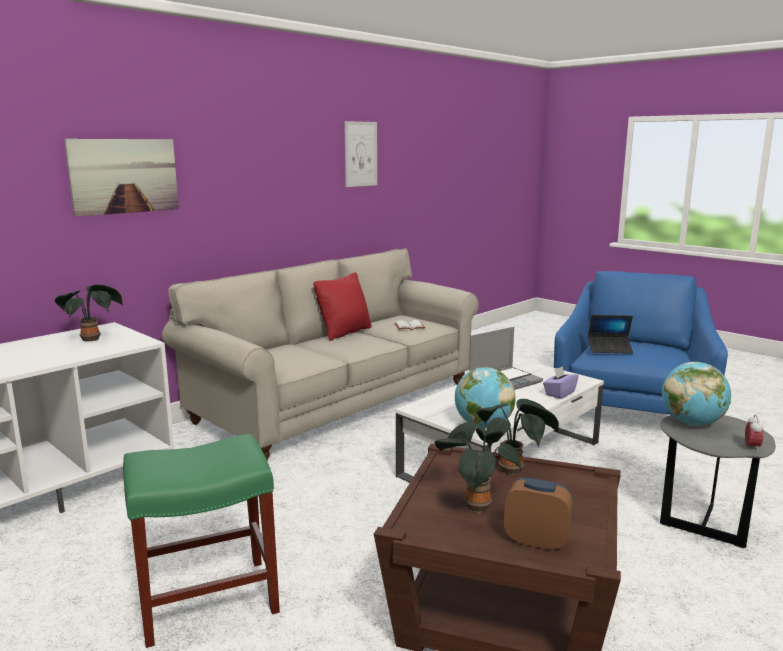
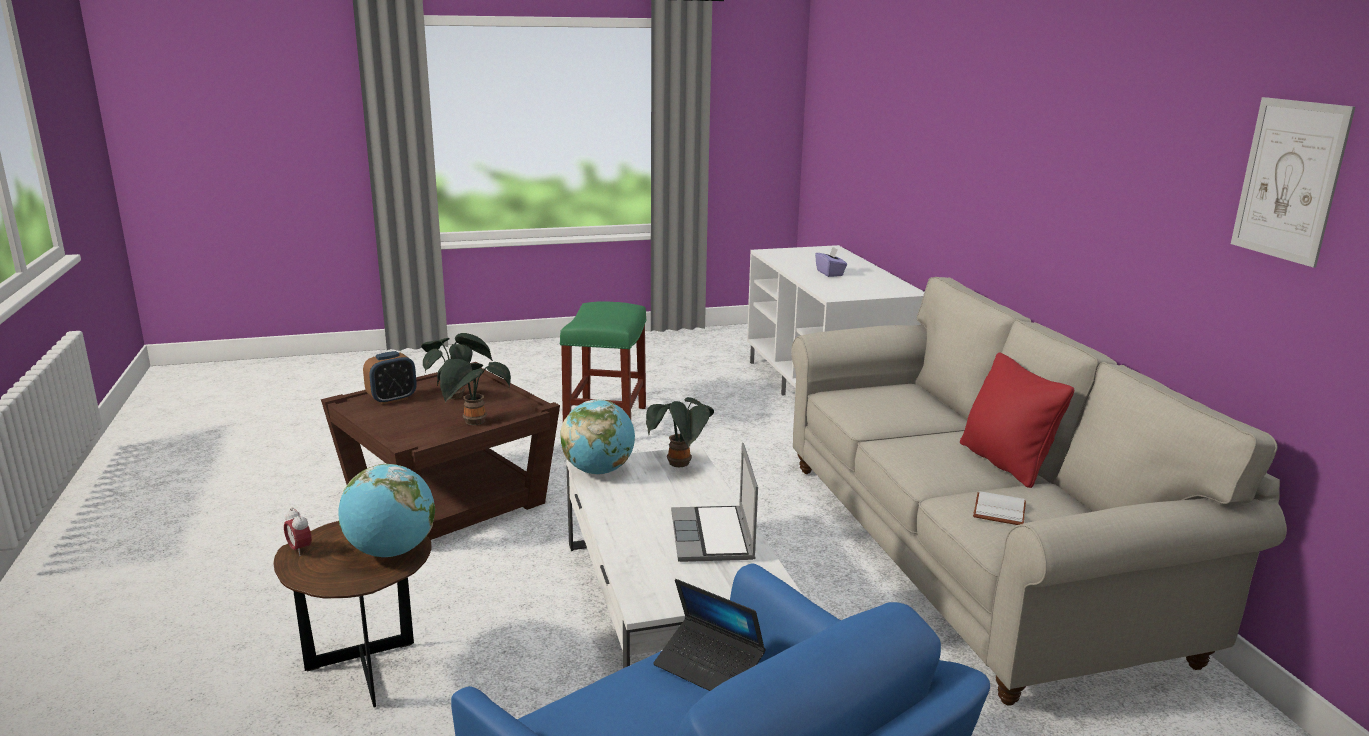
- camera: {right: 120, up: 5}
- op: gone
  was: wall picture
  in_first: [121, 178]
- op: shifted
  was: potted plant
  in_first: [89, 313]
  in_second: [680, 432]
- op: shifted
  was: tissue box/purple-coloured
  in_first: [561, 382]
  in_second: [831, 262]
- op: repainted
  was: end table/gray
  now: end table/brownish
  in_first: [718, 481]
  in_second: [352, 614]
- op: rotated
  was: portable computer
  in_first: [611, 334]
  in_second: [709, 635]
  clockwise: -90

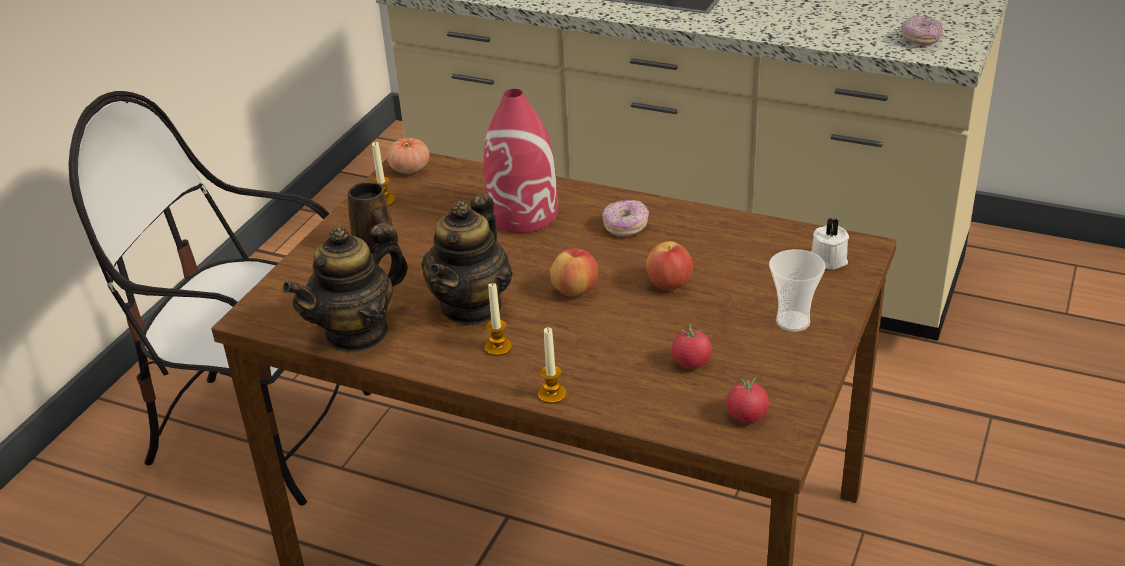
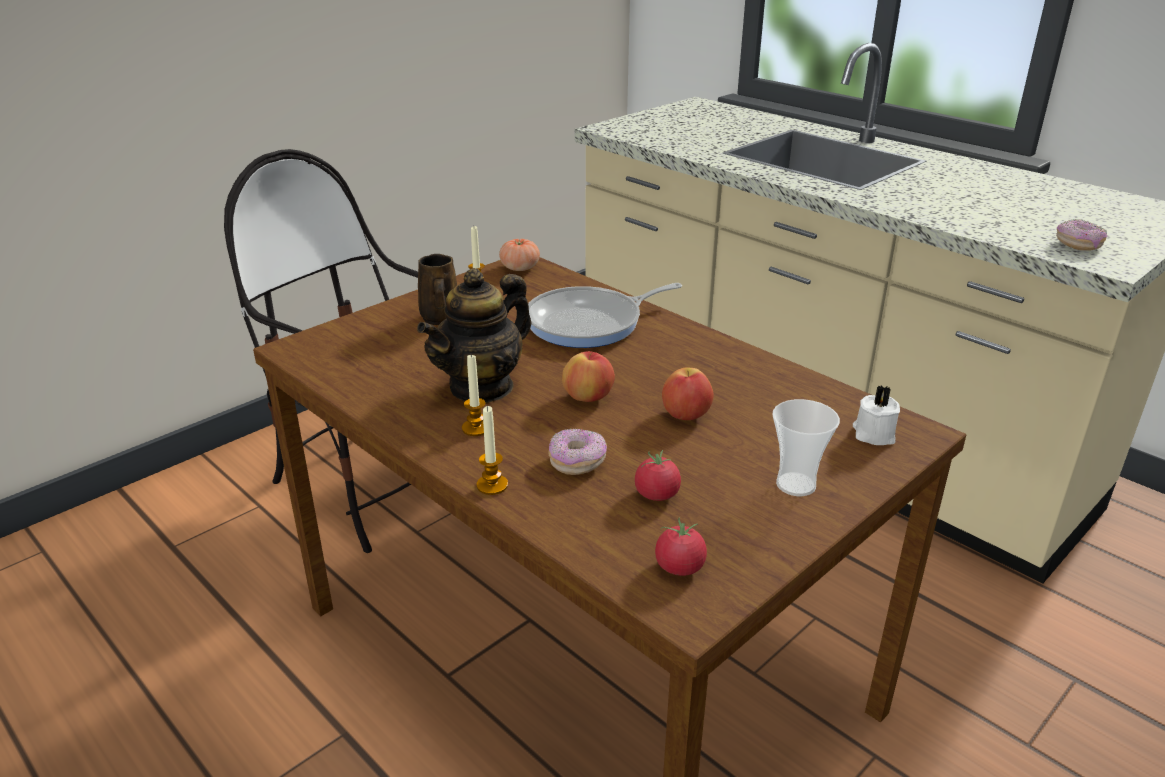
- camera: {right: 20, up: -5}
- op: gone
  was: teapot
  in_first: [345, 288]
- op: shifted
  was: ring doughnut
  in_first: [625, 218]
  in_second: [577, 452]
- op: swapped
  was: decorative vase/red-coloured
  now: skillet
  in_first: [520, 161]
  in_second: [605, 315]

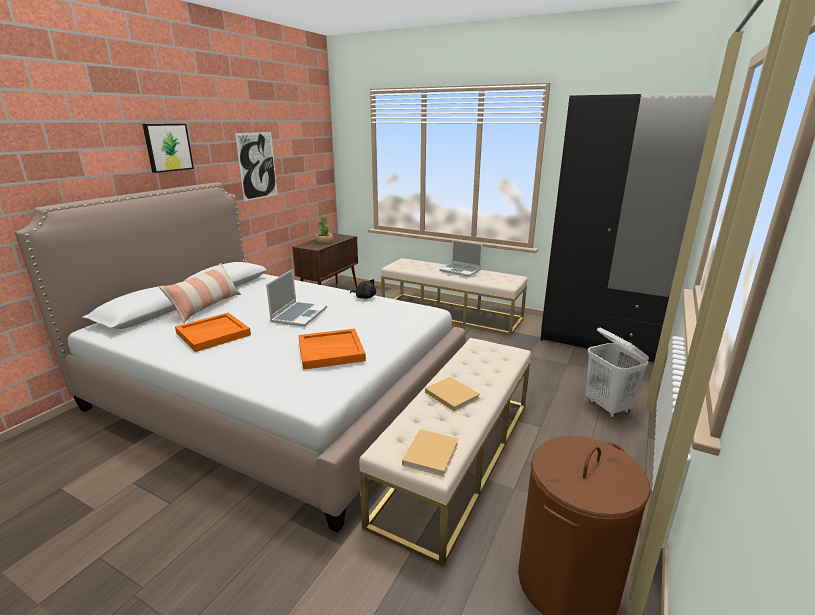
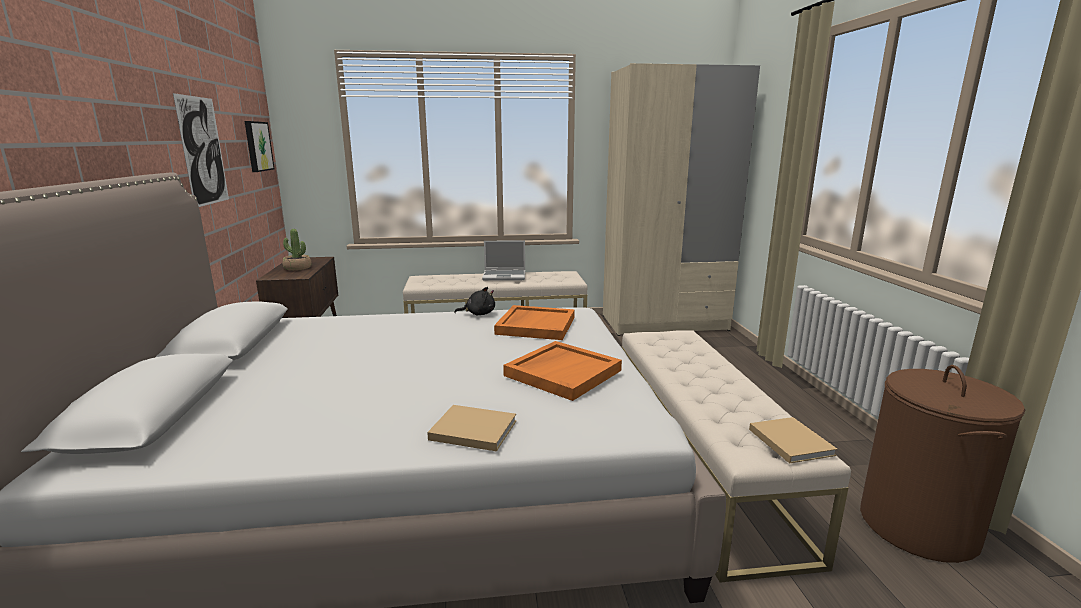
- camera: {right: -35, up: -5}
- op: gone
  was: pillow
  in_first: [200, 293]
- op: gone
  was: portable computer
  in_first: [296, 298]
- op: gone
  was: laundry basket/whitish
  in_first: [617, 373]
- op: shifted
  was: wall picture
  in_first: [168, 148]
  in_second: [259, 146]
- op: shifted
  was: carrying tray/orangey
  in_first: [213, 332]
  in_second: [534, 322]
- op: shifted
  was: bound book/sand-coloured
  in_first: [452, 394]
  in_second: [471, 428]
- op: repainted
  was: wardrobe/blackish
  now: wardrobe/sand-coloured
  in_first: [628, 227]
  in_second: [681, 199]

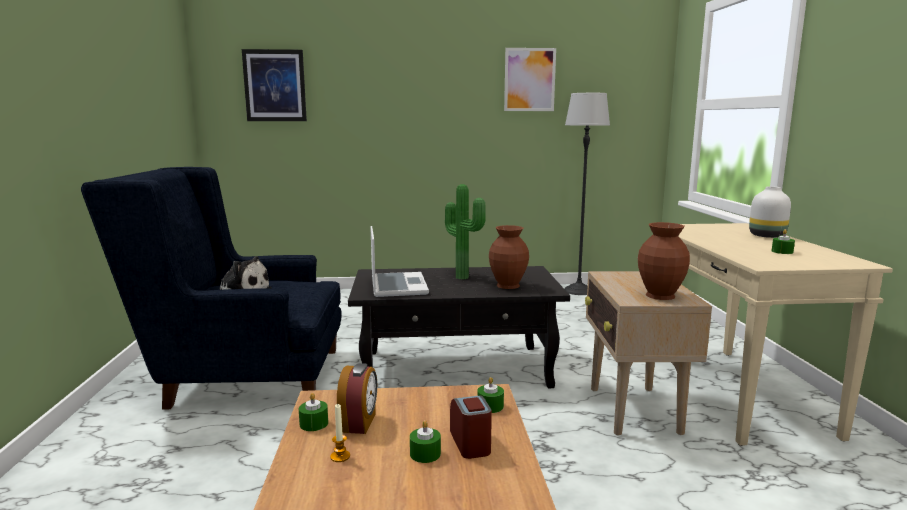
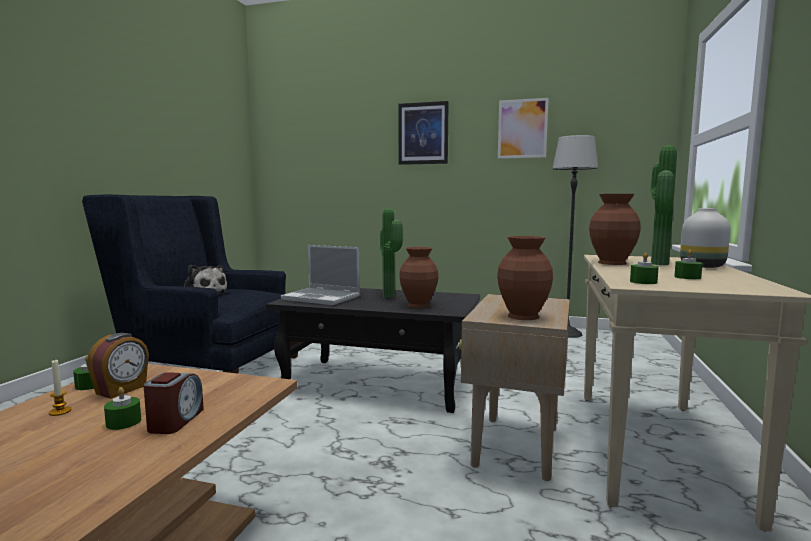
- camera: {right: 20, up: -5}
- op: new
  now: decorative vase/brownish
  in_second: [615, 229]
- op: new
  now: potted plant
  in_second: [664, 205]
- op: shifted
  was: wall picture
  in_first: [274, 85]
  in_second: [423, 133]
- op: shifted
  was: wax light/greenish
  in_first: [490, 395]
  in_second: [644, 268]
- op: rotated
  was: portable computer
  in_first: [399, 261]
  in_second: [320, 275]
  clockwise: 105

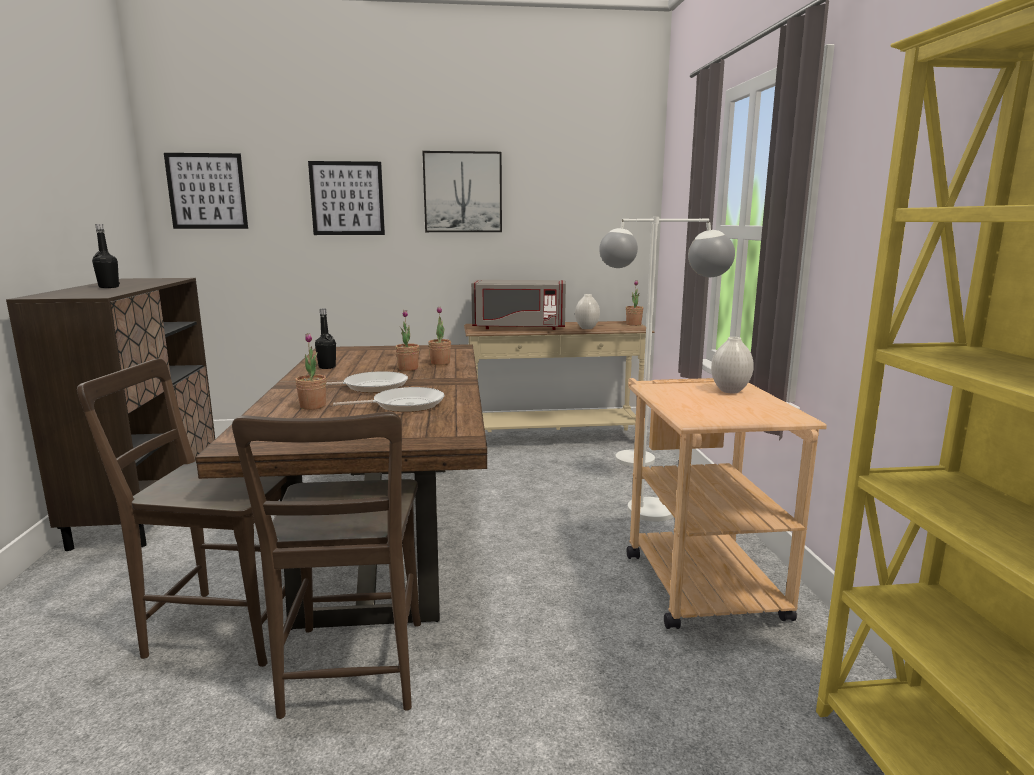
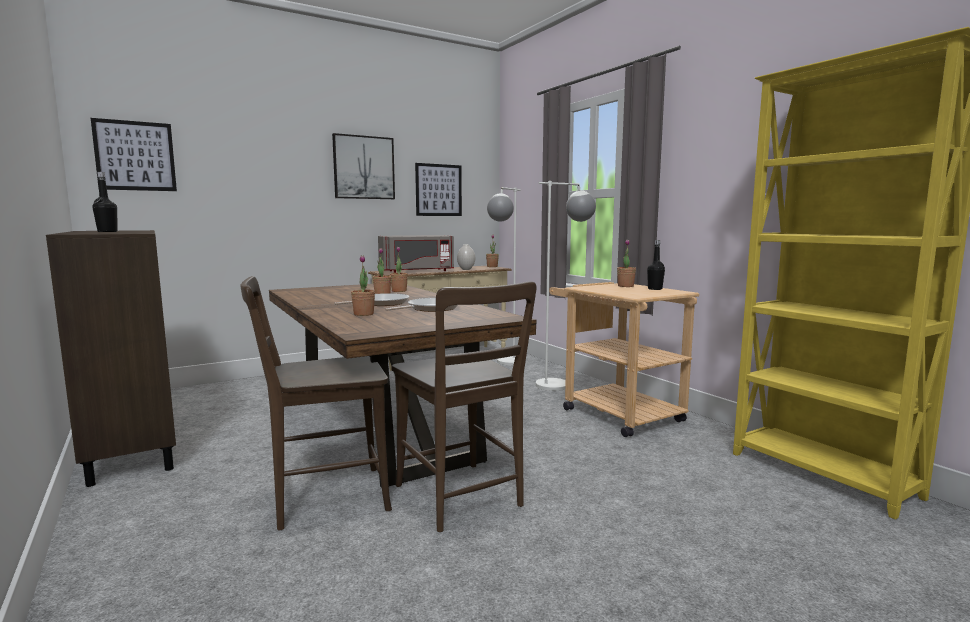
- camera: {right: -25, up: -5}
- op: shifted
  was: wall picture
  in_first: [346, 198]
  in_second: [438, 189]
- op: shifted
  was: bottle/blackish
  in_first: [325, 339]
  in_second: [656, 265]
- op: swapped
  was: decorative vase/whitish
  now: potted plant
  in_first: [732, 365]
  in_second: [626, 263]

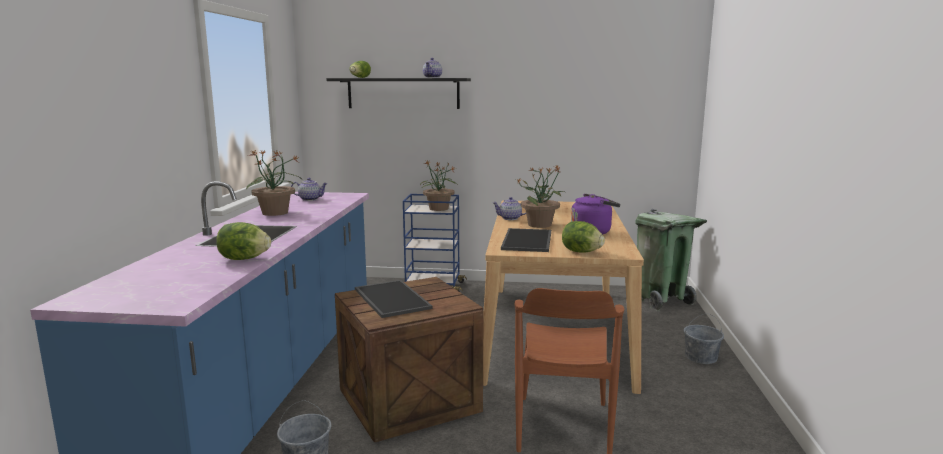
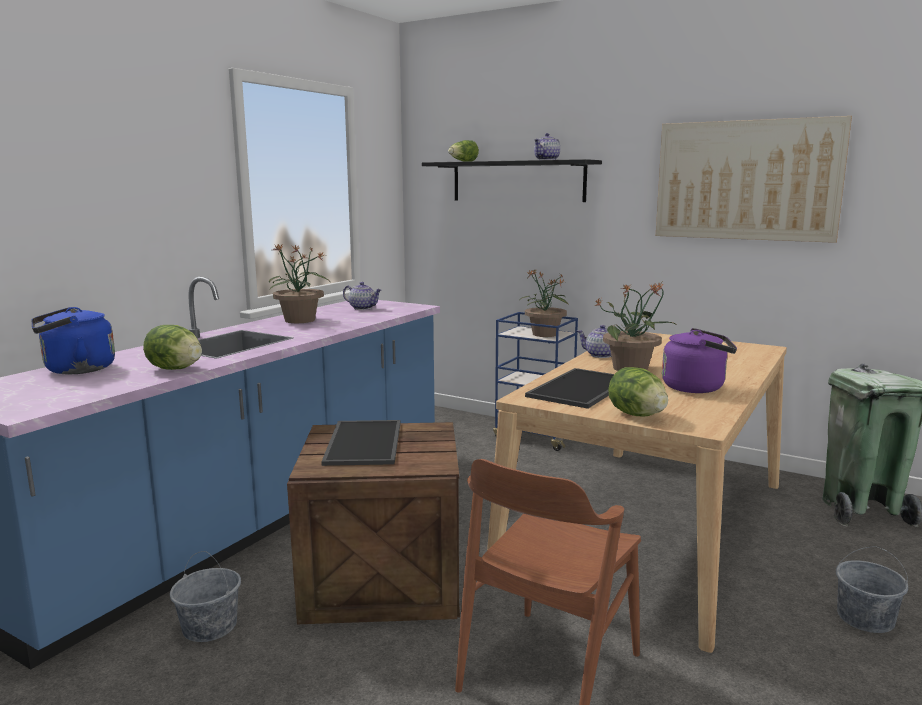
- camera: {right: 25, up: 0}
- op: new
  now: kettle/blue-coloured
  in_second: [73, 340]
- op: new
  now: wall picture
  in_second: [754, 179]

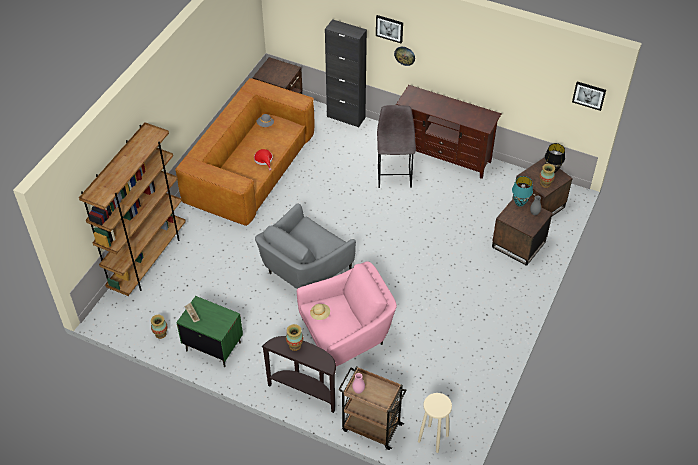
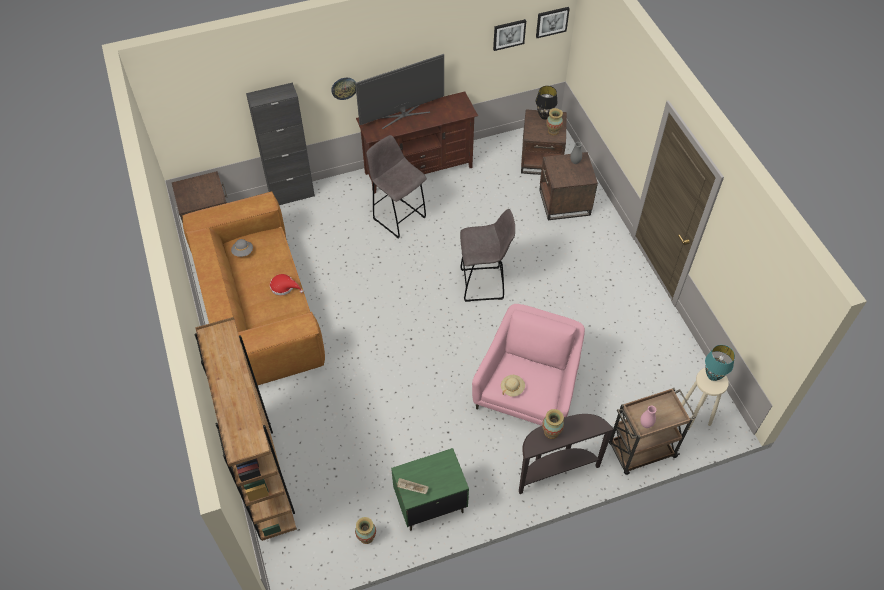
- camera: {right: -45, up: 5}
- op: gone
  was: easy chair/gray
  in_first: [305, 246]
- op: new
  now: TV set
  in_second: [399, 91]
- op: new
  now: stool seat/gray
  in_second: [487, 255]
- op: shifted
  was: wall picture
  in_first: [389, 29]
  in_second: [509, 35]
- op: shifted
  was: table lamp/turquoise-coloured
  in_first: [522, 191]
  in_second: [720, 363]

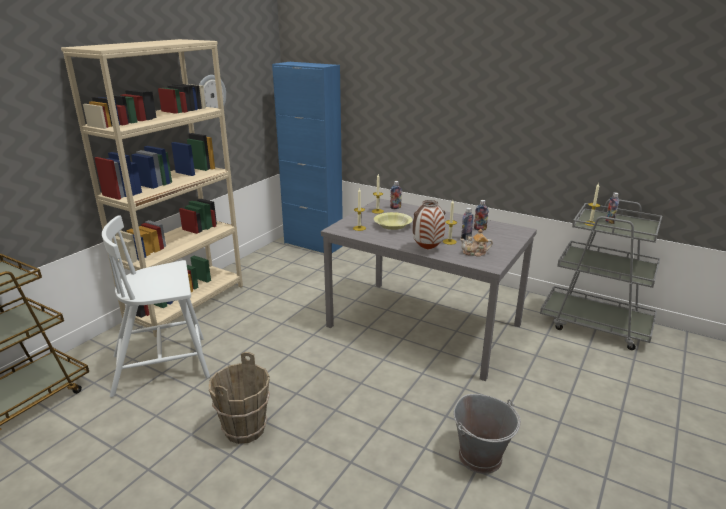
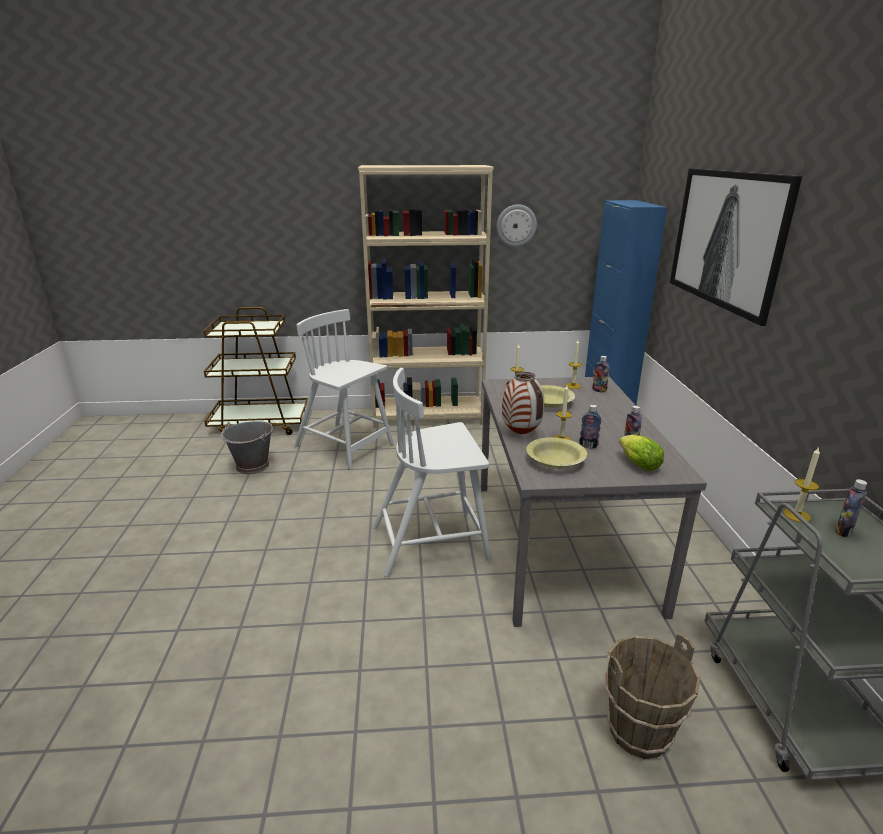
- camera: {right: 55, up: 0}
- op: new
  now: plain chair/whitish
  in_second: [432, 472]
- op: new
  now: head of lettuce
  in_second: [641, 453]
- op: new
  now: wall picture
  in_second: [736, 247]
- op: shifted
  was: water bucket/brownish
  in_first: [239, 398]
  in_second: [653, 696]
- op: shifted
  was: water bucket/gray
  in_first: [487, 434]
  in_second: [247, 447]
- op: swapped
  was: teapot
  now: deep dish/yellow-coloured
  in_first: [476, 243]
  in_second: [556, 453]

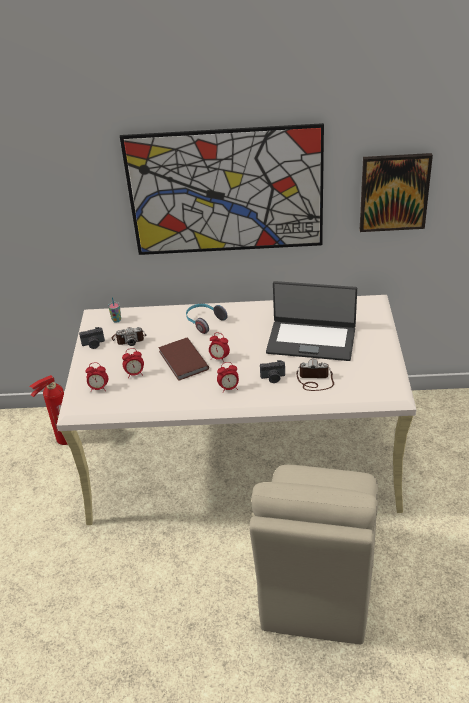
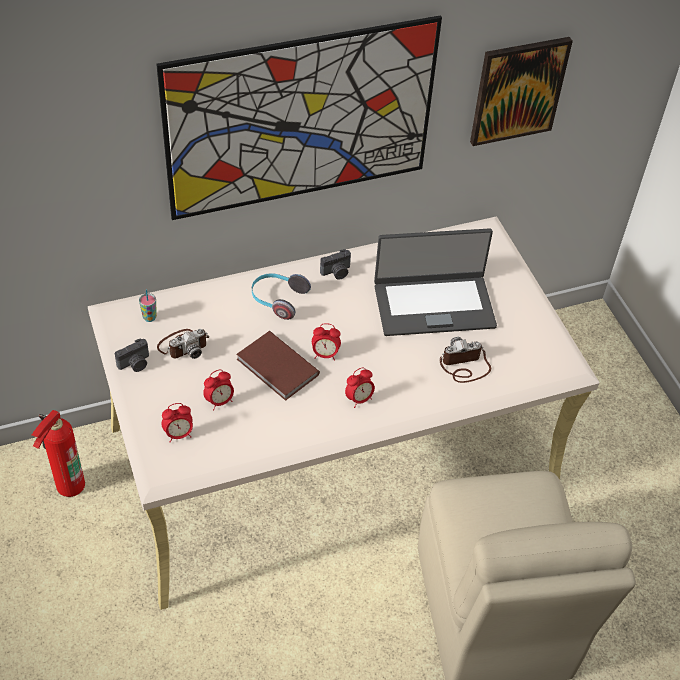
- camera: {right: -25, up: 10}
- op: shifted
  was: photo camera
  in_first: [272, 371]
  in_second: [335, 264]

